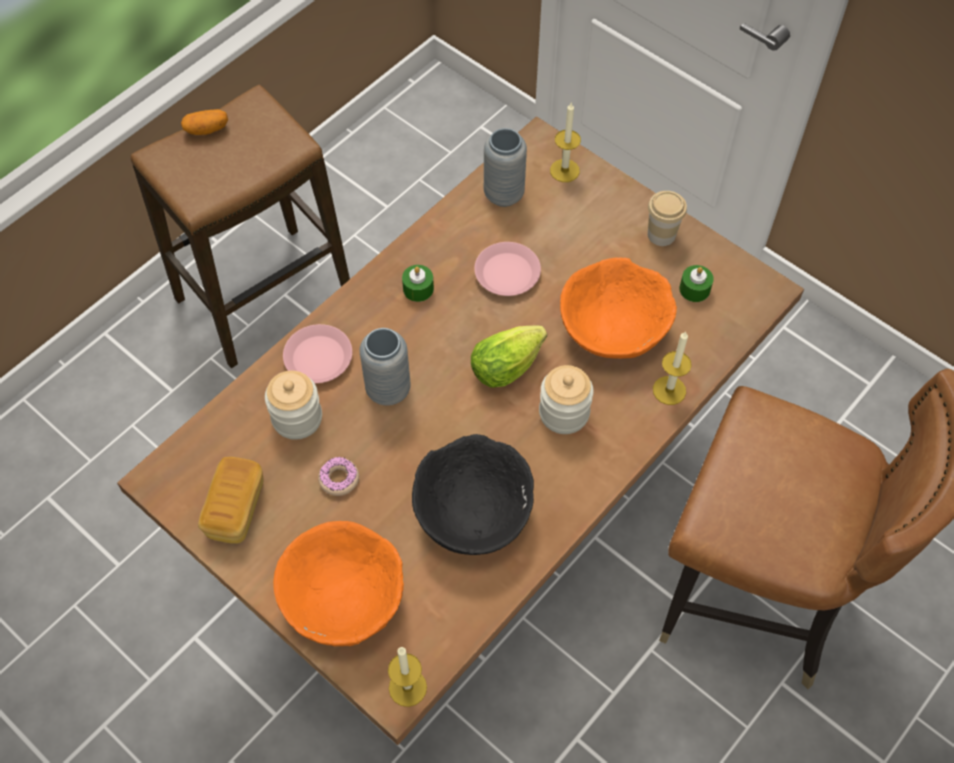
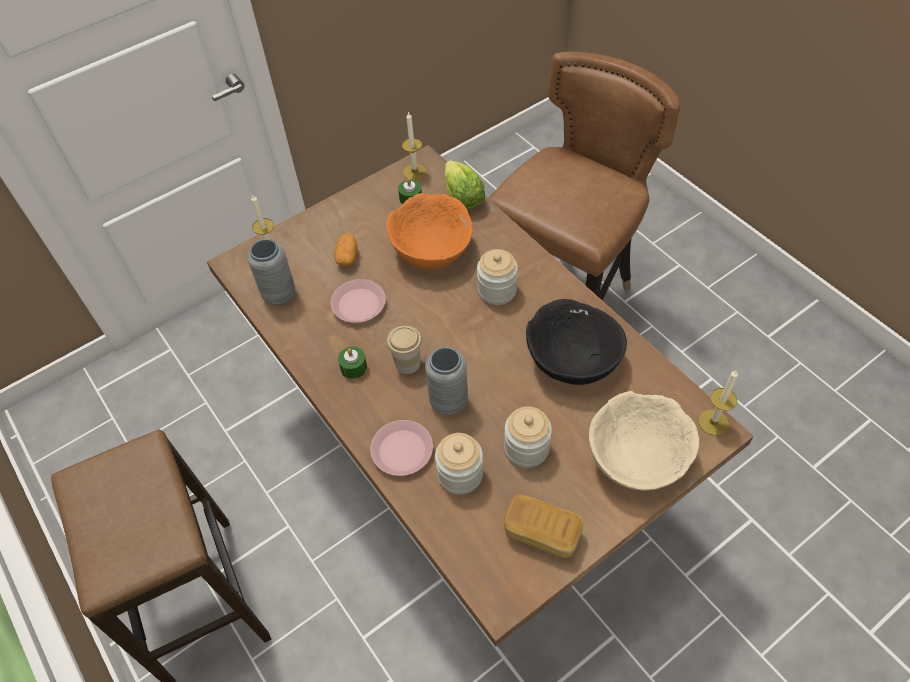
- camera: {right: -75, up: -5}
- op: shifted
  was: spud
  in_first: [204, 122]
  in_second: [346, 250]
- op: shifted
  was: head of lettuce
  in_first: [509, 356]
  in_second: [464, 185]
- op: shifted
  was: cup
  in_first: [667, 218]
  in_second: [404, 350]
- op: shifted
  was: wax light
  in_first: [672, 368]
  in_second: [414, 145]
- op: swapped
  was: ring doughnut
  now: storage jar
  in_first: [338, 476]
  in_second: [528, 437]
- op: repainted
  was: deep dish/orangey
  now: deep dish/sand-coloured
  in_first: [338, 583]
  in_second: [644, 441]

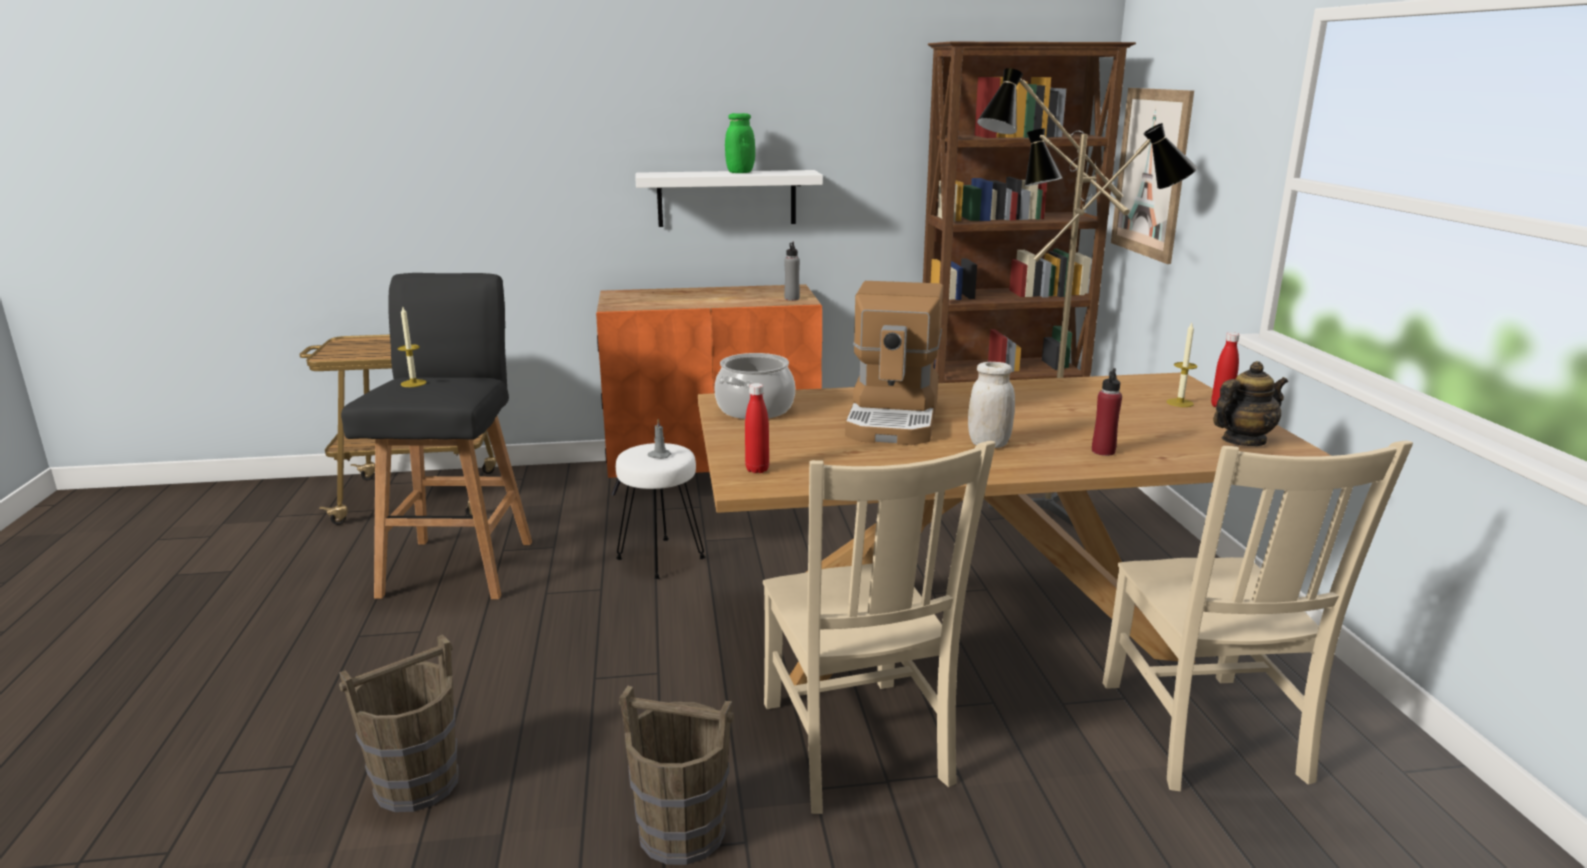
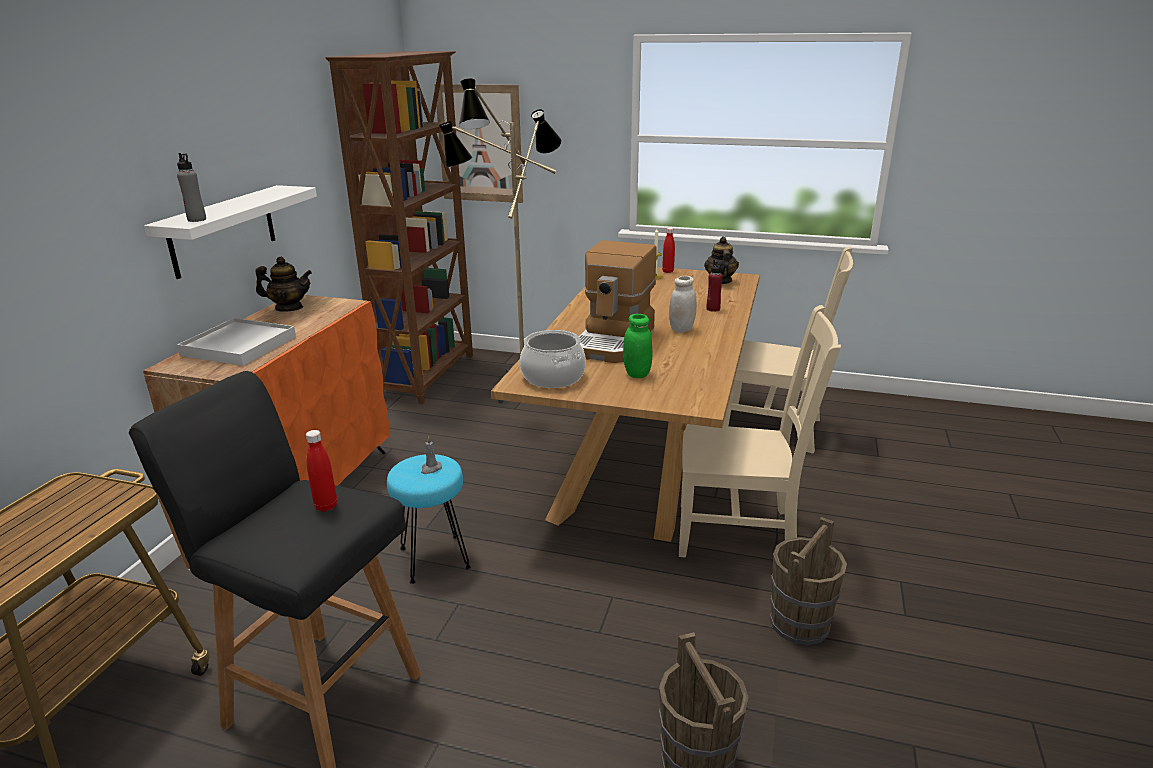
- camera: {right: -65, up: 5}
- op: gone
  was: wax light
  in_first: [412, 347]
- op: new
  now: carrying tray/whitish
  in_second: [236, 342]
- op: new
  now: teapot
  in_second: [283, 284]
- op: shifted
  was: storage jar/greenish
  in_first: [740, 143]
  in_second: [638, 346]
- op: shifted
  was: bottle/red-coloured
  in_first: [757, 428]
  in_second: [321, 471]
- op: shifted
  was: bottle/gray
  in_first: [792, 271]
  in_second: [191, 187]
- op: repainted
  was: stool seat/whitish
  now: stool seat/turquoise-coloured
  in_first: [660, 511]
  in_second: [429, 519]
- op: rotated
  was: coffee brewer
  in_first: [894, 363]
  in_second: [618, 301]
  clockwise: 75

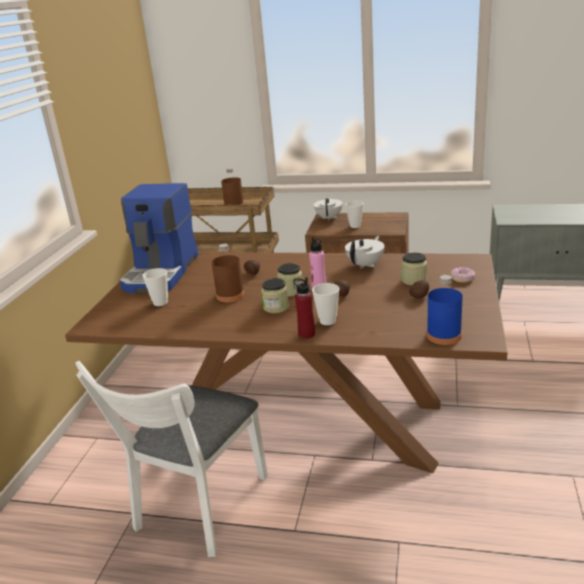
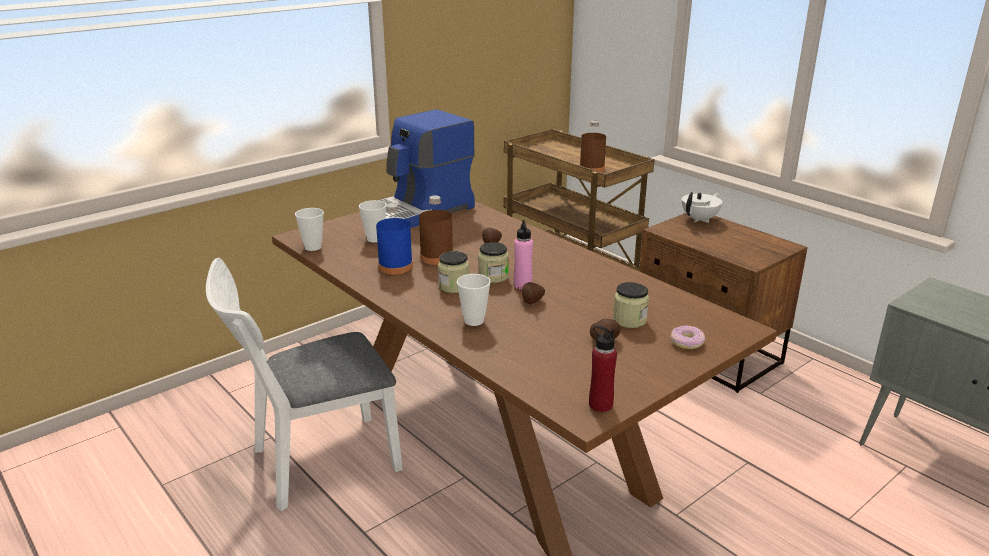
- camera: {right: 35, up: 0}
- op: gone
  was: teapot/whitish
  in_first: [364, 252]
- op: shifted
  was: bottle/red-coloured
  in_first: [304, 308]
  in_second: [603, 368]
- op: shifted
  was: cup
  in_first: [354, 214]
  in_second: [309, 229]
- op: shifted
  was: bottle/blue-coloured
  in_first: [445, 310]
  in_second: [394, 238]

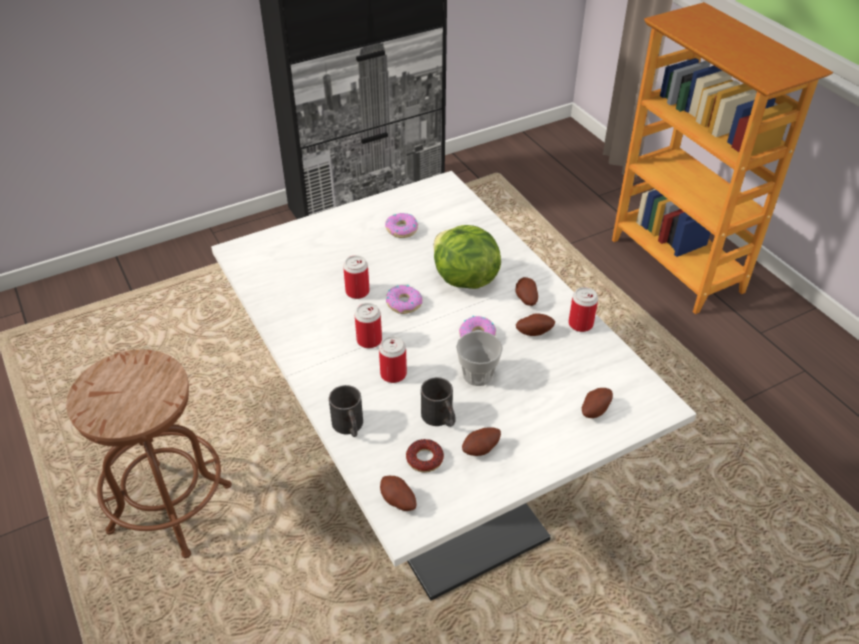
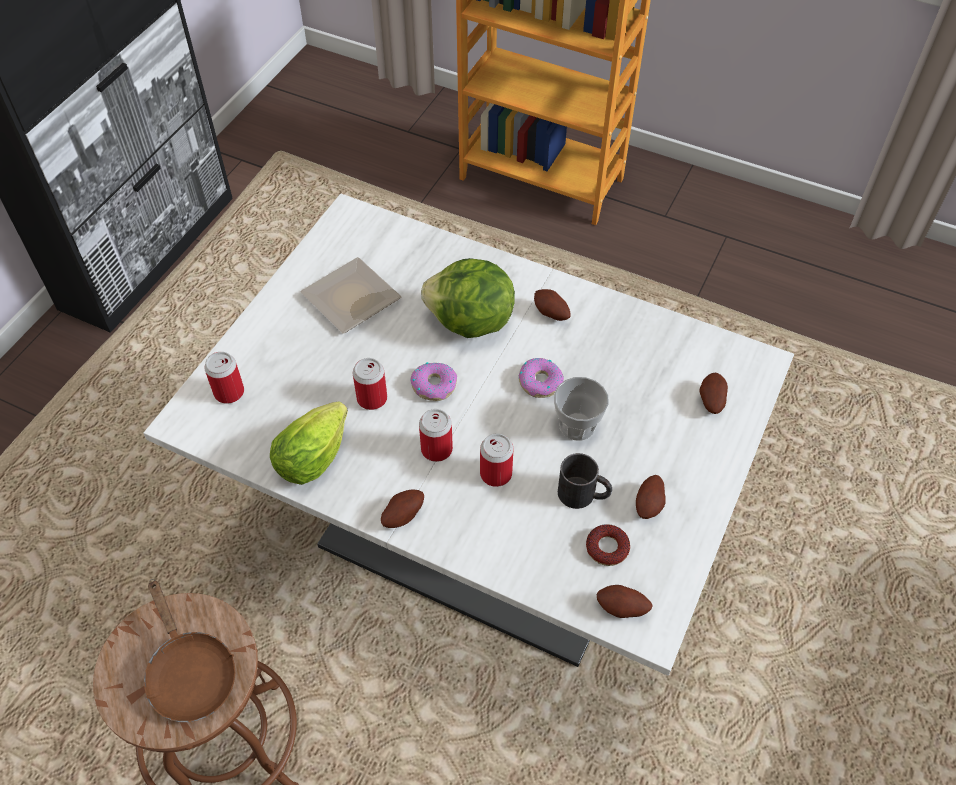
- camera: {right: -35, up: 10}
- op: gone
  was: mug/blackish
  in_first: [346, 411]
- op: new
  now: skillet/brownish
  in_second: [189, 650]
- op: new
  now: head of lettuce
  in_second: [309, 443]
- op: shifted
  was: spud
  in_first: [535, 324]
  in_second: [402, 509]
- op: shifted
  was: sealed can
  in_first: [583, 309]
  in_second: [224, 378]
- op: swapped
  was: ring doughnut
  now: flat dish
  in_first: [401, 225]
  in_second: [351, 295]

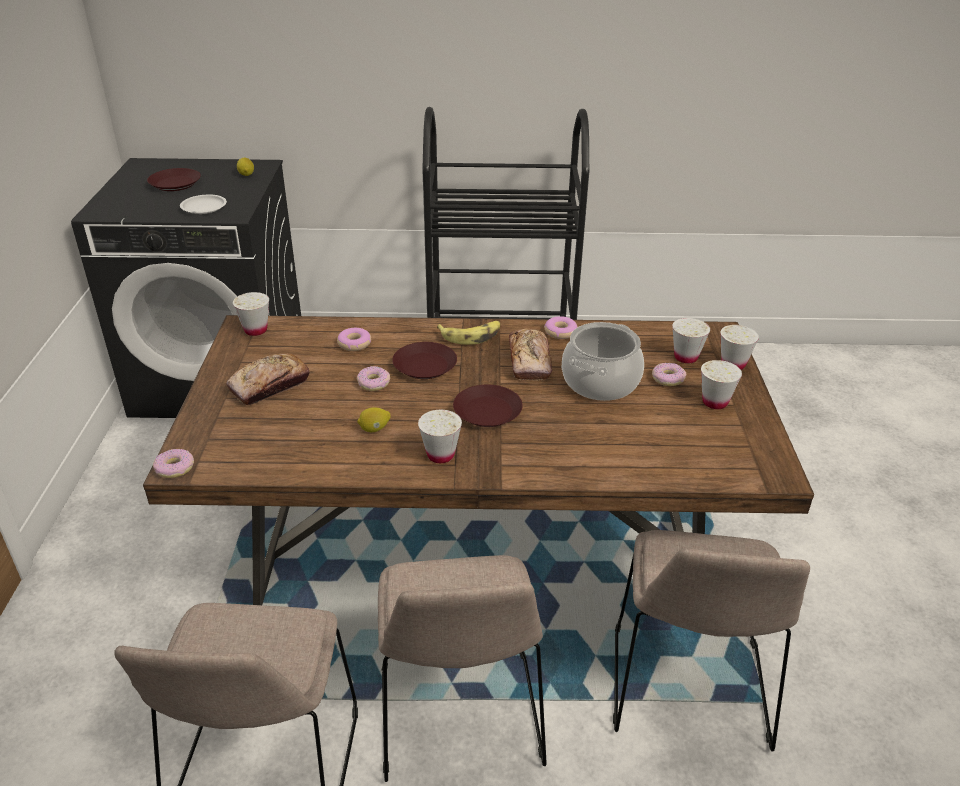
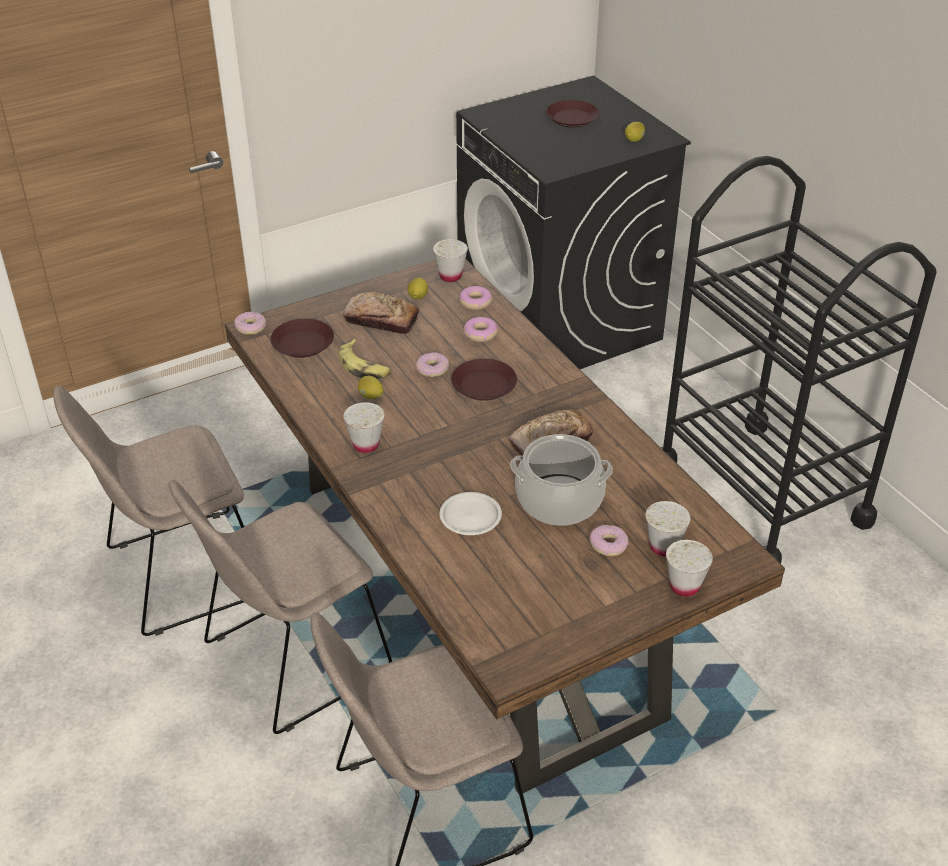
- camera: {right: 60, up: 5}
- op: gone
  was: cup/whitish
  in_first: [721, 384]
- op: new
  now: whole lemon
  in_second: [418, 288]
- op: shifted
  was: flat dish/whitish
  in_first: [203, 204]
  in_second: [471, 513]
- op: shifted
  was: banana
  in_first: [468, 333]
  in_second: [365, 359]
- op: shifted
  was: flat dish/brownish
  in_first: [488, 406]
  in_second: [302, 338]
- op: shifted
  was: ring doughnut
  in_first: [561, 327]
  in_second: [475, 298]

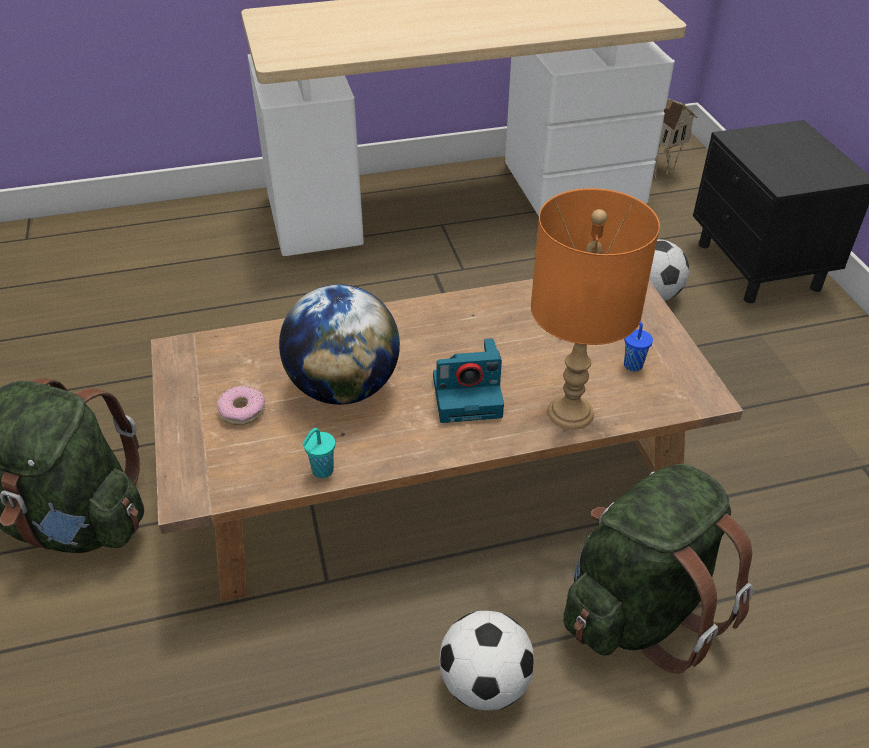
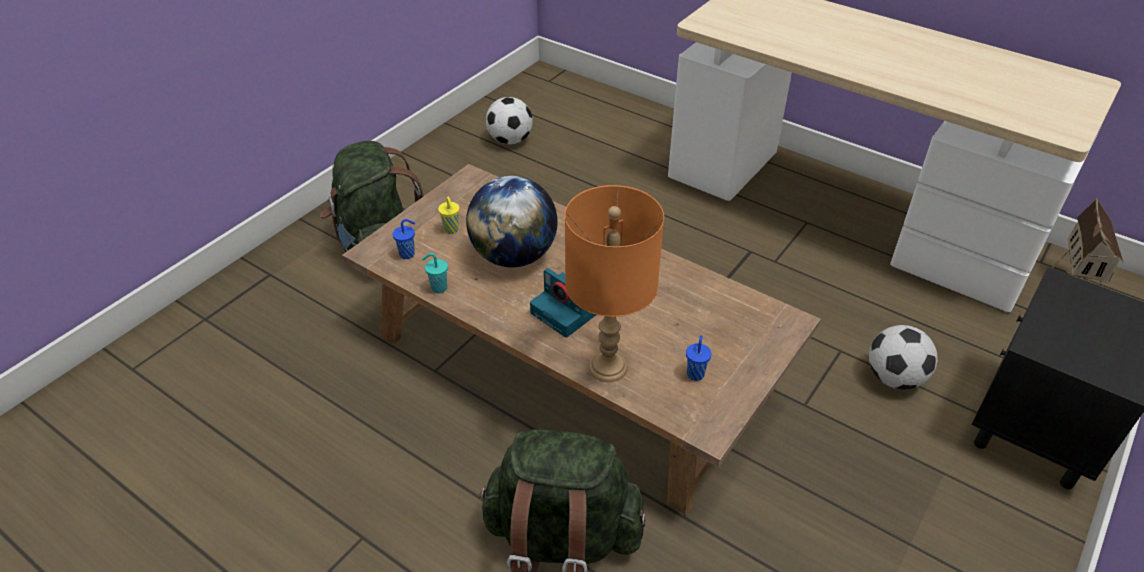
- camera: {right: 50, up: 0}
- op: new
  now: cup/blue-coloured
  in_second: [404, 239]
- op: shifted
  was: football
  in_first: [486, 660]
  in_second: [509, 120]
- op: swapped
  was: ring doughnut
  now: cup/yellow-coloured
  in_first: [241, 405]
  in_second: [448, 215]

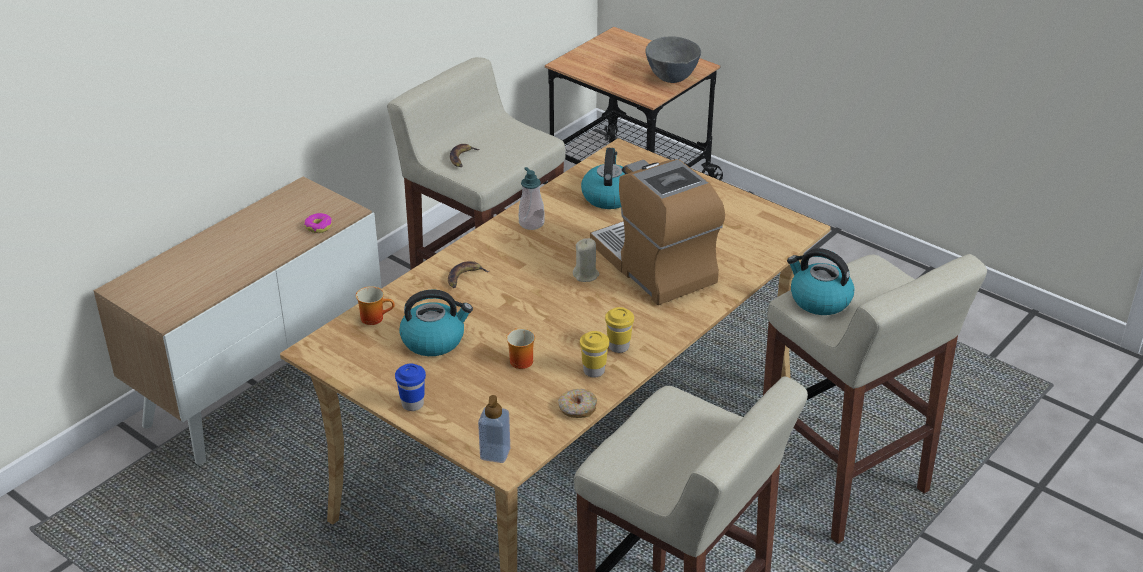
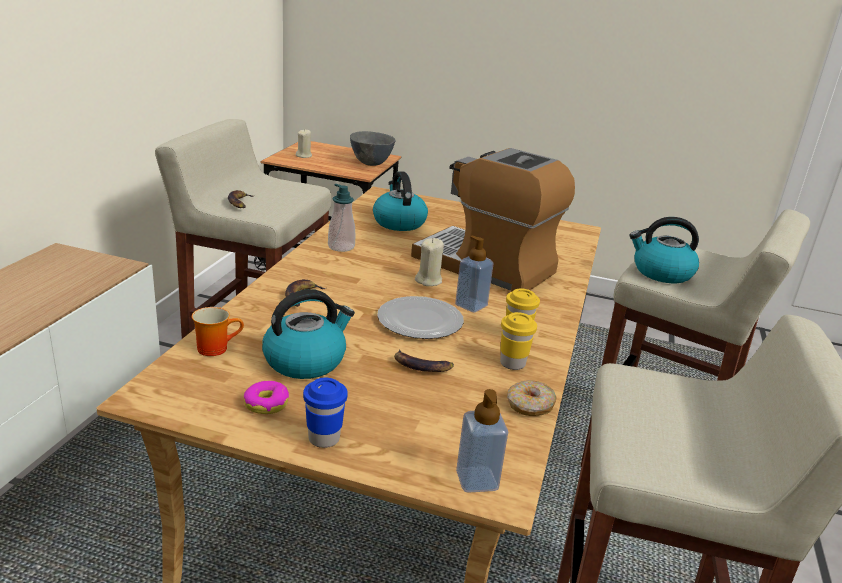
- camera: {right: -25, up: -10}
- op: new
  now: wax light/sand-coloured
  in_second: [304, 143]
- op: new
  now: flat dish
  in_second: [420, 317]
- op: new
  now: liquid soap bottle
  in_second: [474, 274]
- op: shifted
  was: ring doughnut
  in_first: [318, 223]
  in_second: [266, 397]
- op: swapped
  was: mug
  now: banana
  in_first: [520, 348]
  in_second: [424, 360]

